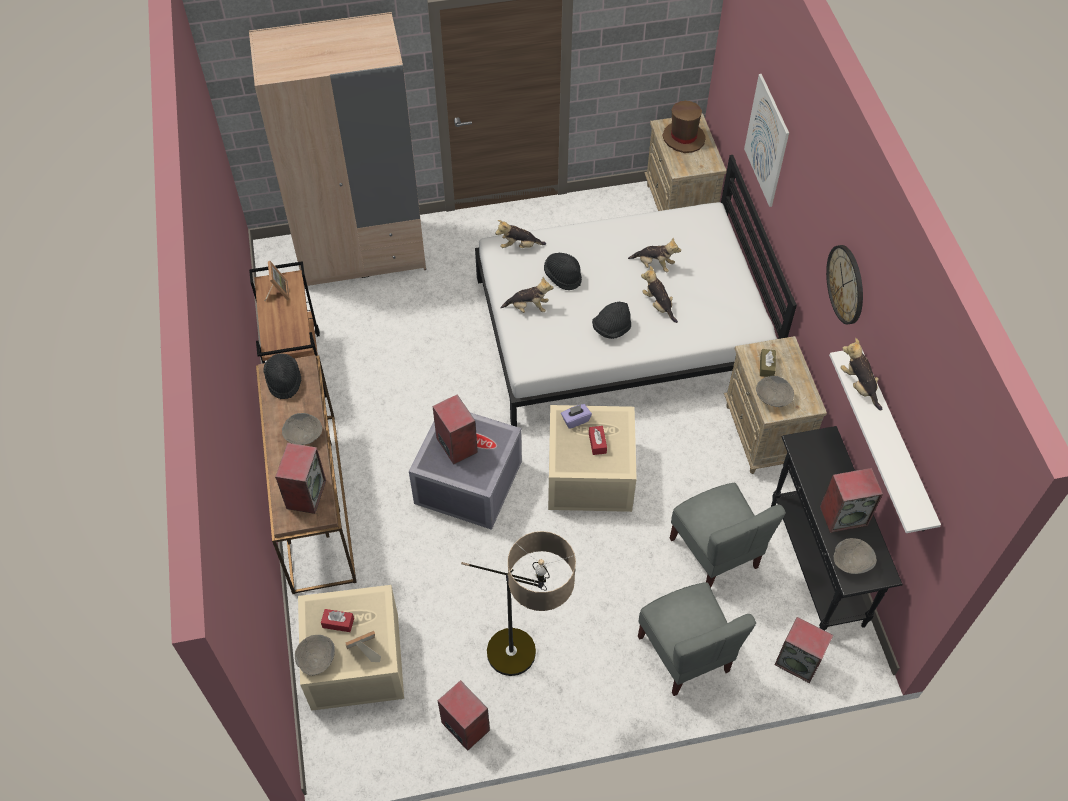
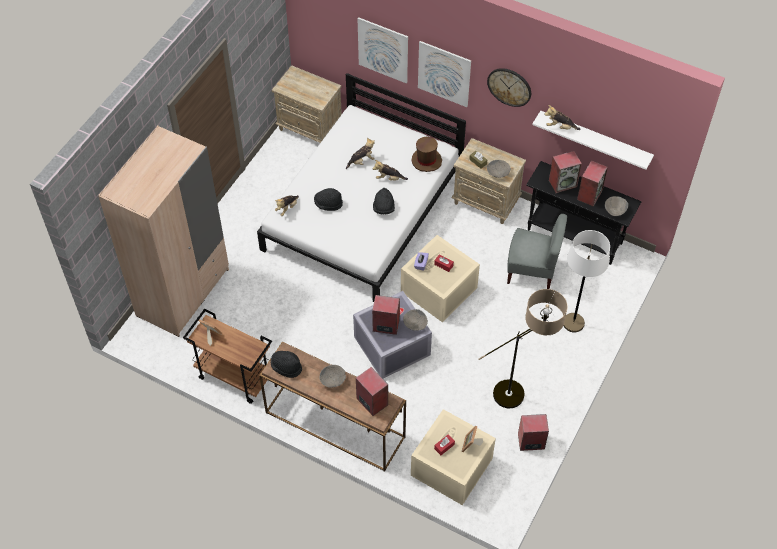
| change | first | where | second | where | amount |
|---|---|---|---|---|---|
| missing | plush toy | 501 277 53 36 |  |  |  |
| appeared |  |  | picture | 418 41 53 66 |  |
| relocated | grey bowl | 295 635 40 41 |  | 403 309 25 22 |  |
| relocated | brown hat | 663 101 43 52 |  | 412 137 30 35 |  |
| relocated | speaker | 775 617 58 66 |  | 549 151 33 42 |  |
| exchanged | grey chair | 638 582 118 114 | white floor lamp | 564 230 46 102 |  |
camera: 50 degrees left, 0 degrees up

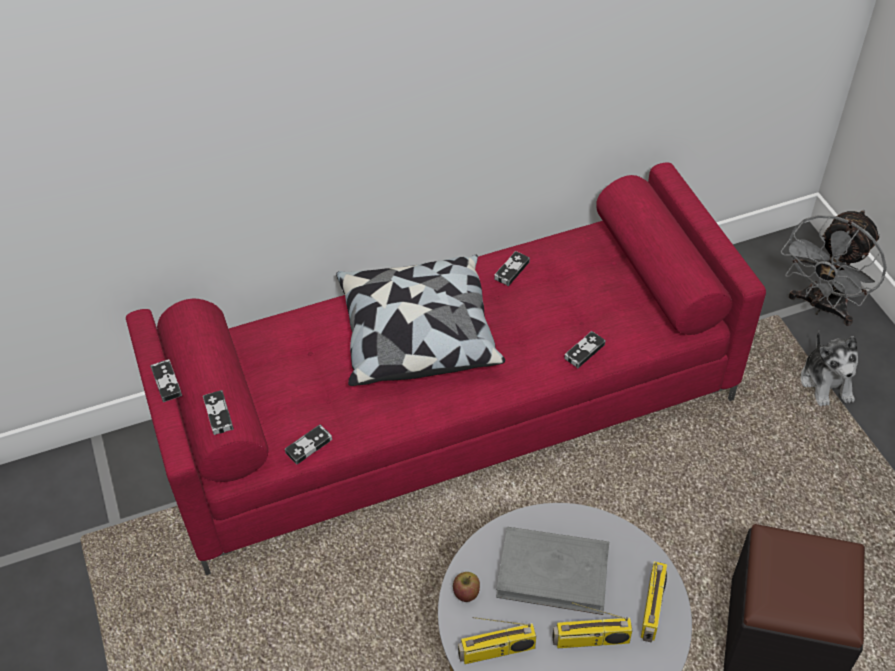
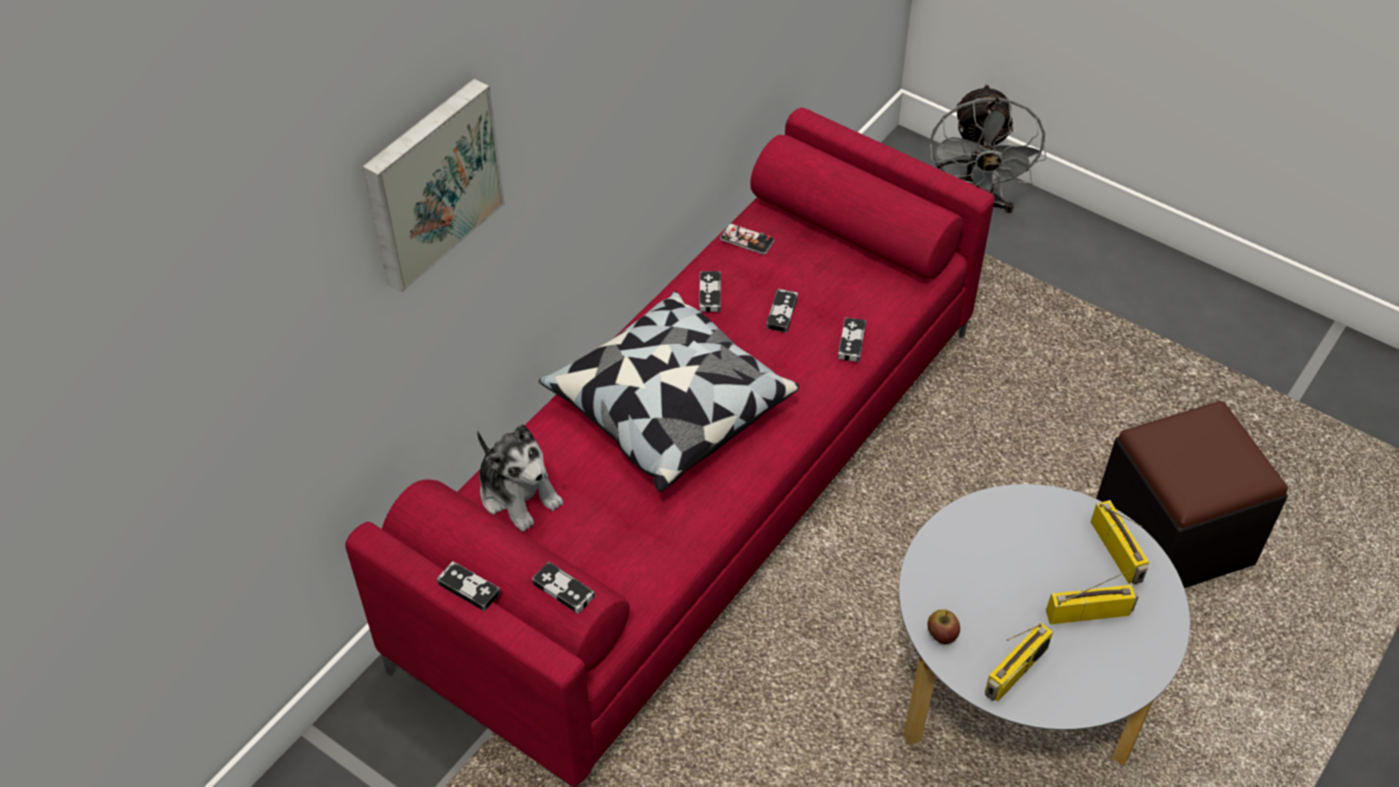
| change | first | where | second | where | amount |
|---|---|---|---|---|---|
| missing | grey book | 496 527 113 88 |  |  |  |
| appeared |  |  | picture | 362 78 143 215 |  |
| appeared |  |  | phone | 720 223 55 32 |  |
| relocated | game controller | 285 424 47 41 |  | 766 289 32 44 |  |
| relocated | plush toy | 801 331 57 75 |  | 477 424 86 108 |  |
| spun | radio | 552 602 80 46 |  | 1046 568 93 56 | 150 degrees counterclockwise |
camera: 35 degrees left, 0 degrees up

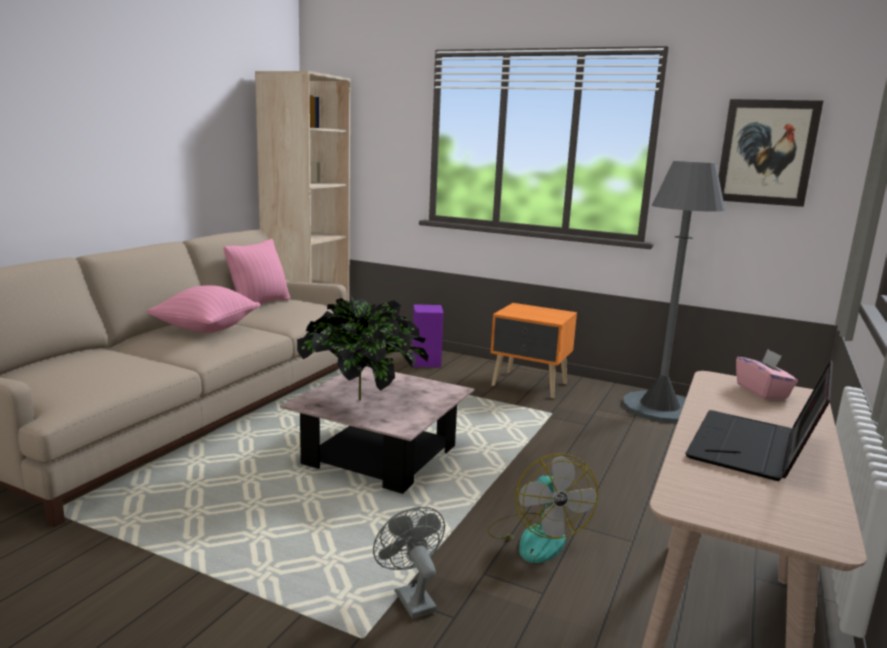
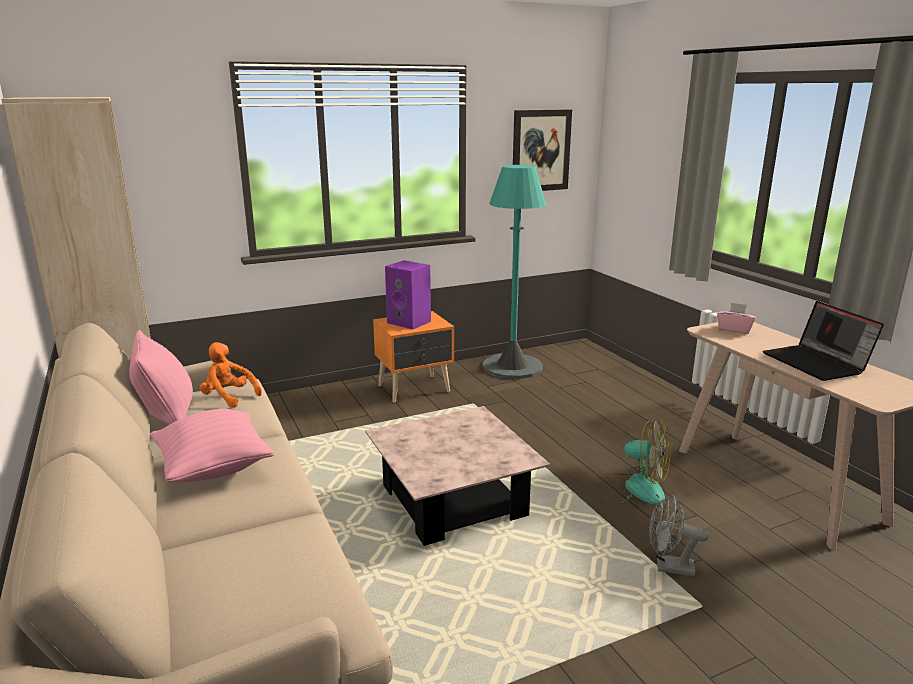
| change | first | where | second | where | amount |
|---|---|---|---|---|---|
| missing | potted plant | 297 295 132 106 |  |  |  |
| appeared |  |  | orange plush toy | 200 342 62 66 |  |
| relocated | purple speaker | 412 304 32 63 |  | 385 260 46 70 |  |
| colour | grey floor lamp | 623 161 102 262 | turquoise floor lamp | 483 165 63 214 |  |
camera: 50 degrees left, 5 degrees up

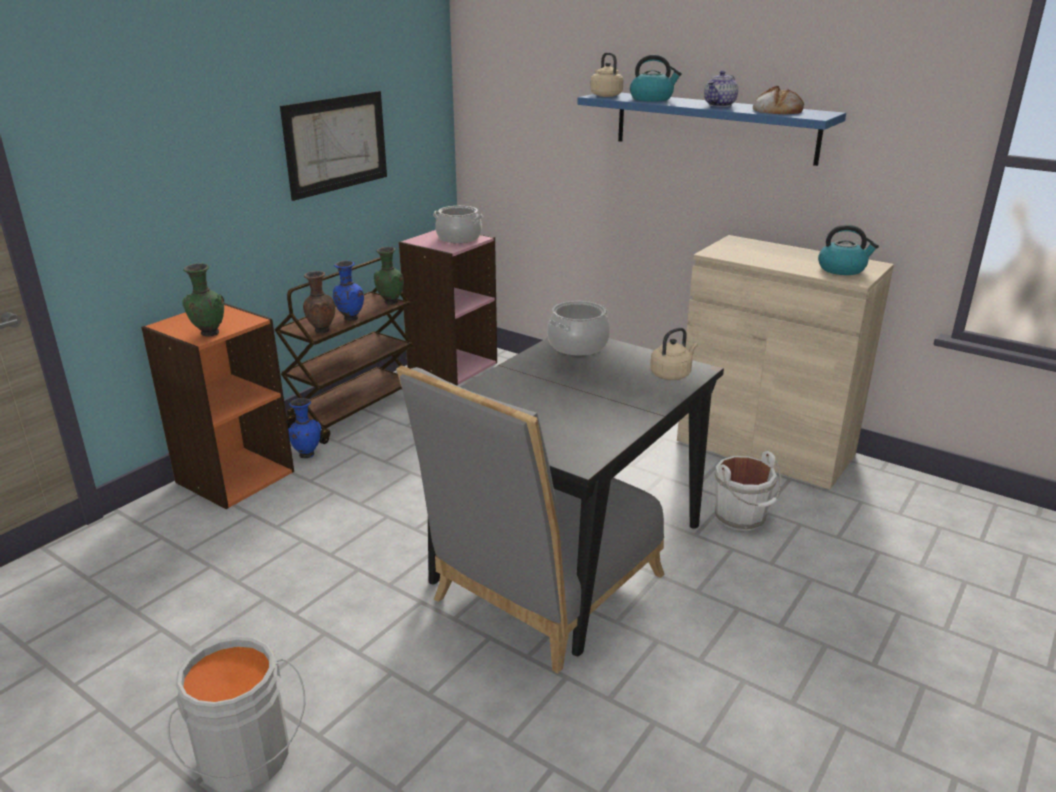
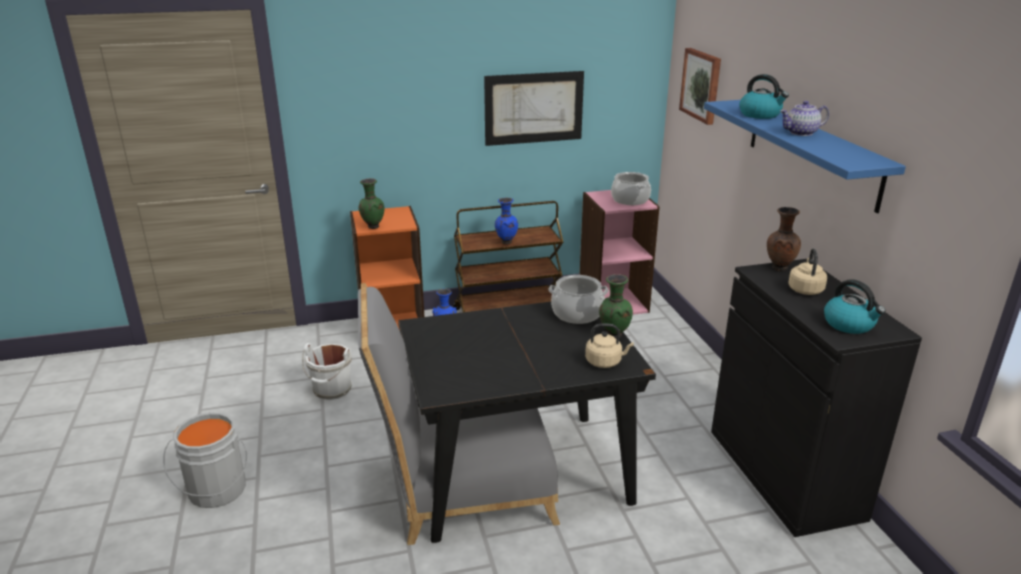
| change | first | where | second | where | amount |
|---|---|---|---|---|---|
| missing | bread | 753 86 51 28 |  |  |  |
| appeared |  |  | picture | 679 48 42 77 |  |
| relocated | brown vase | 303 271 32 63 |  | 767 207 34 64 |  |
| relocated | green vase | 374 247 30 58 |  | 599 274 34 64 |  |
| relocated | beige kettle | 590 52 33 45 |  | 788 249 39 46 |  |
| relocated | white bucket | 715 451 66 80 |  | 302 343 50 57 |  |
| colour | beige cabinet | 677 235 217 254 | black cabinet | 711 259 211 278 |  |
camera: 40 degrees right, 0 degrees up

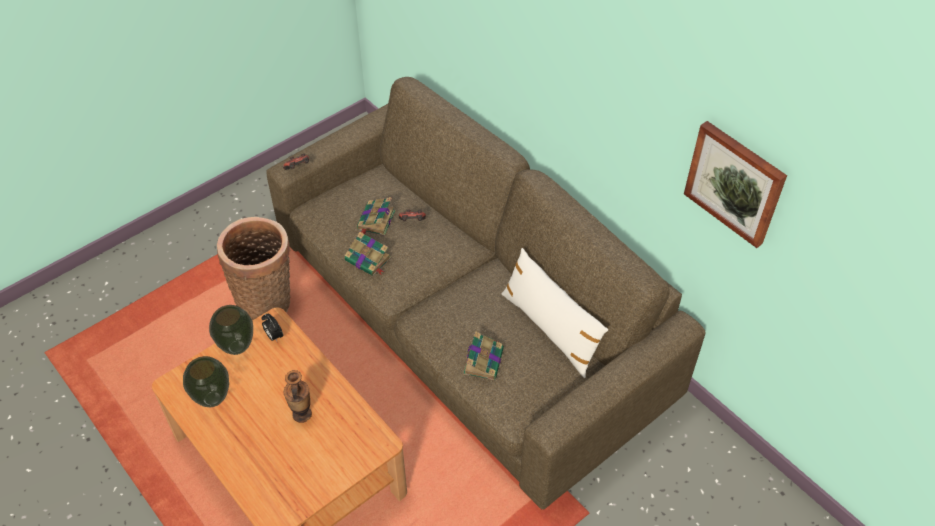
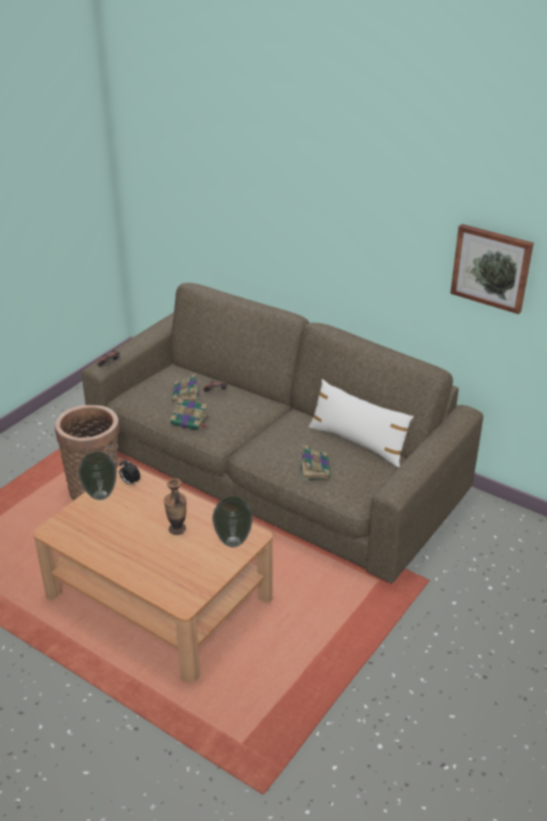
| change | first | where | second | where | amount |
|---|---|---|---|---|---|
| relocated | vase | 183 356 46 51 |  | 212 496 41 51 |  |
camera: 15 degrees left, 15 degrees down

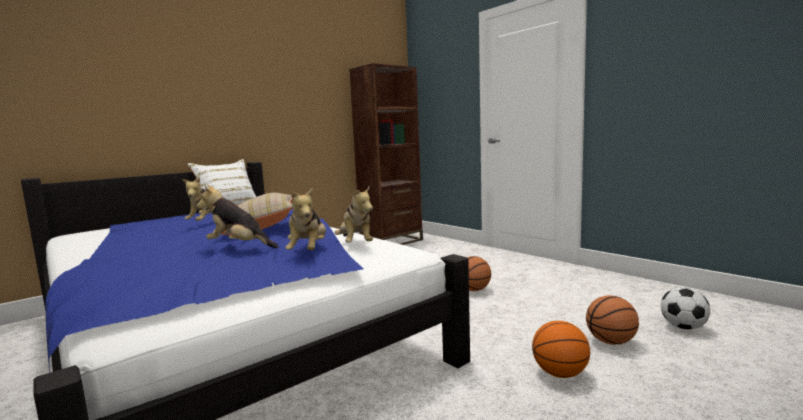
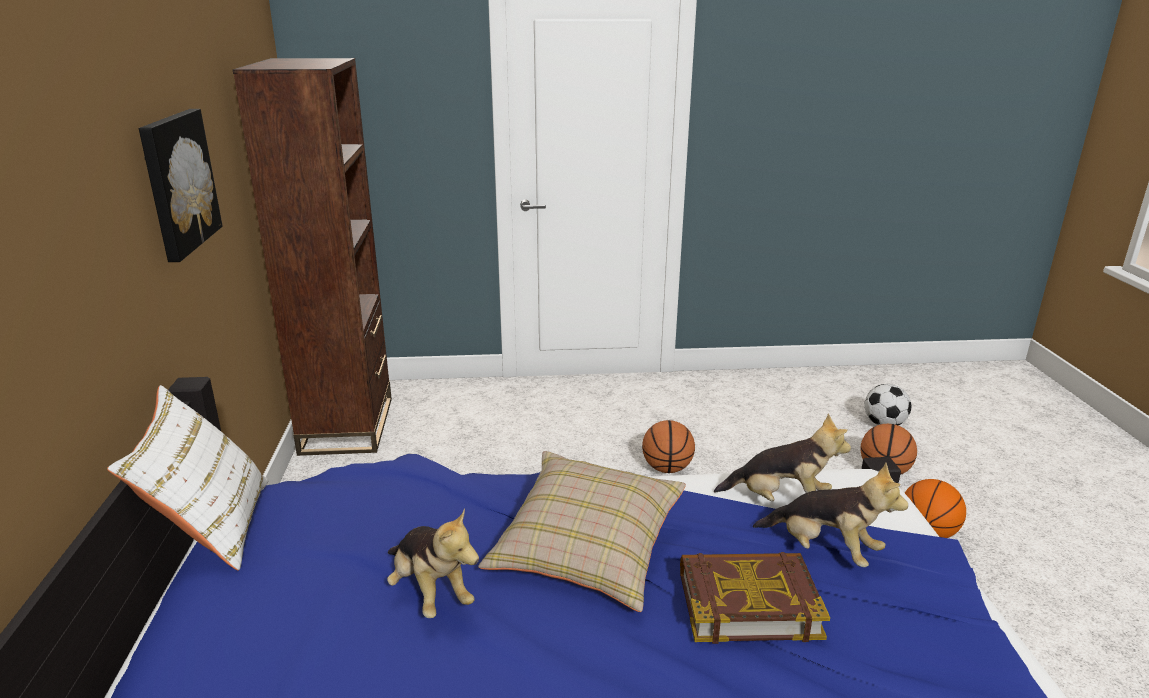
| change | first | where | second | where | amount |
|---|---|---|---|---|---|
| appeared |  |  | picture | 139 109 83 153 |  |
| exchanged | plush toy | 197 185 82 63 | book | 680 552 150 92 |  |
camera: 55 degrees left, 15 degrees up

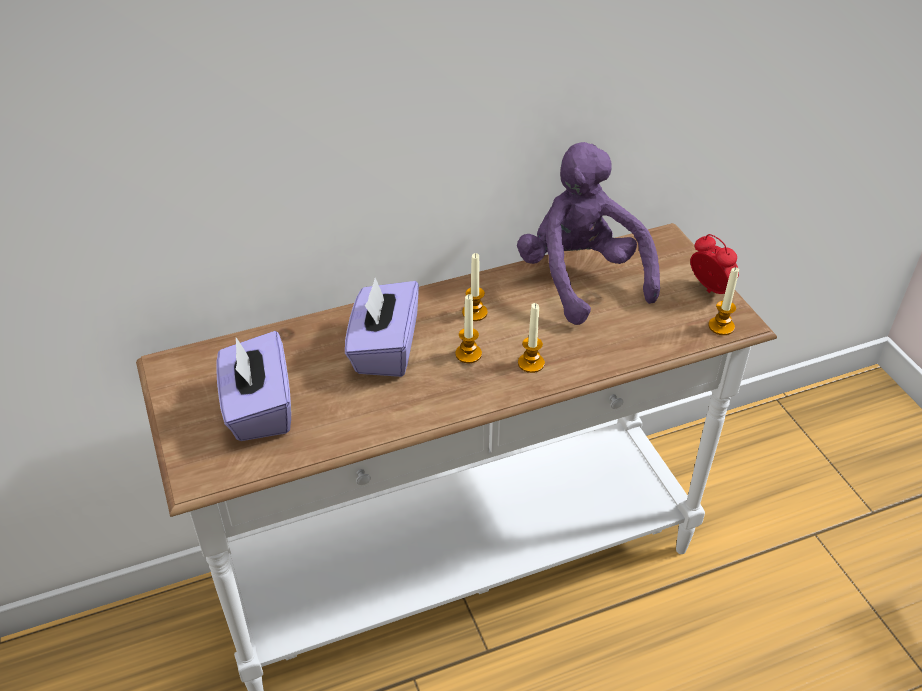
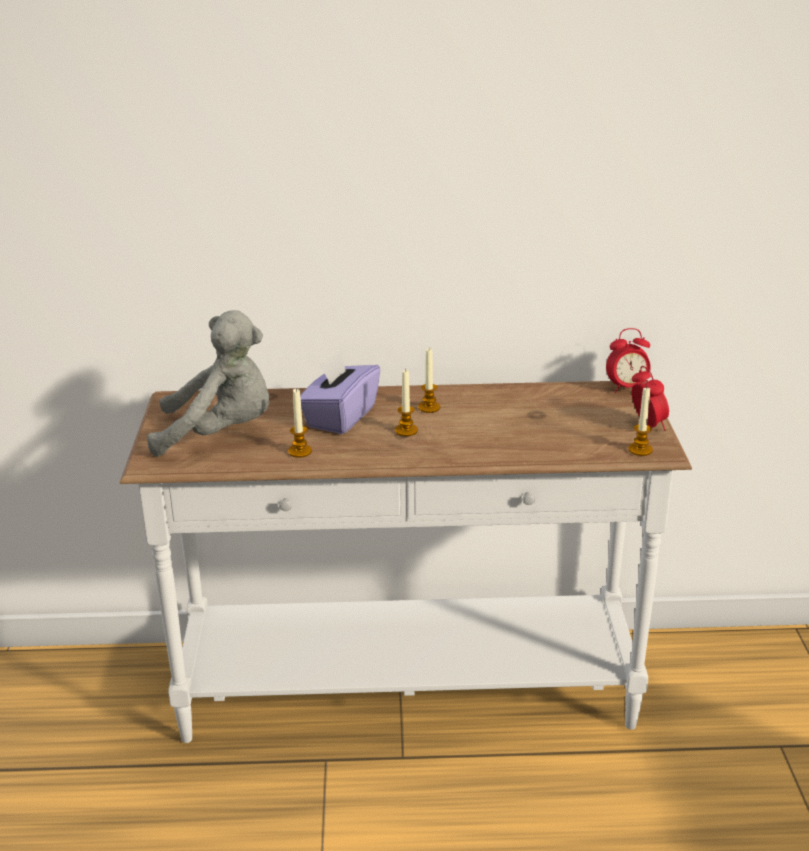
| change | first | where | second | where | amount |
|---|---|---|---|---|---|
| missing | purple plush toy | 517 142 143 183 |  |  |  |
| appeared |  |  | alarm clock | 606 328 44 65 |  |
| relocated | candle | 518 303 27 70 |  | 288 389 24 69 |  |
| exchanged | purple tissue box | 216 331 75 110 | grey plush toy | 147 310 122 147 |  |
camera: 20 degrees right, 15 degrees down

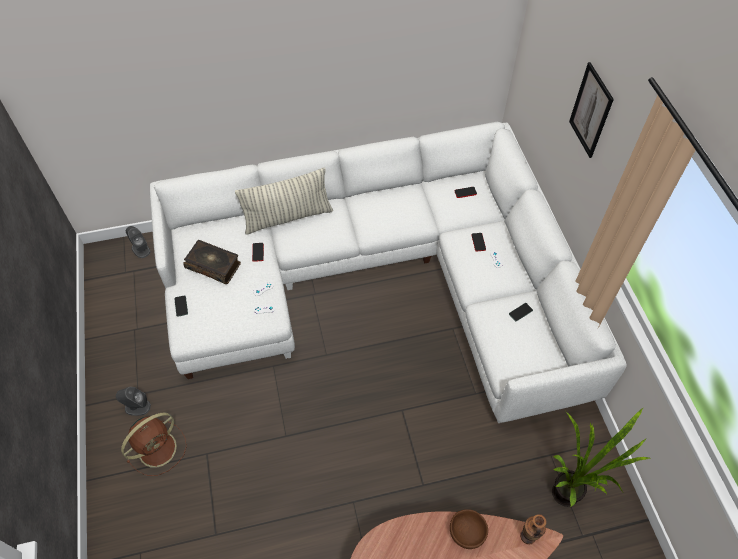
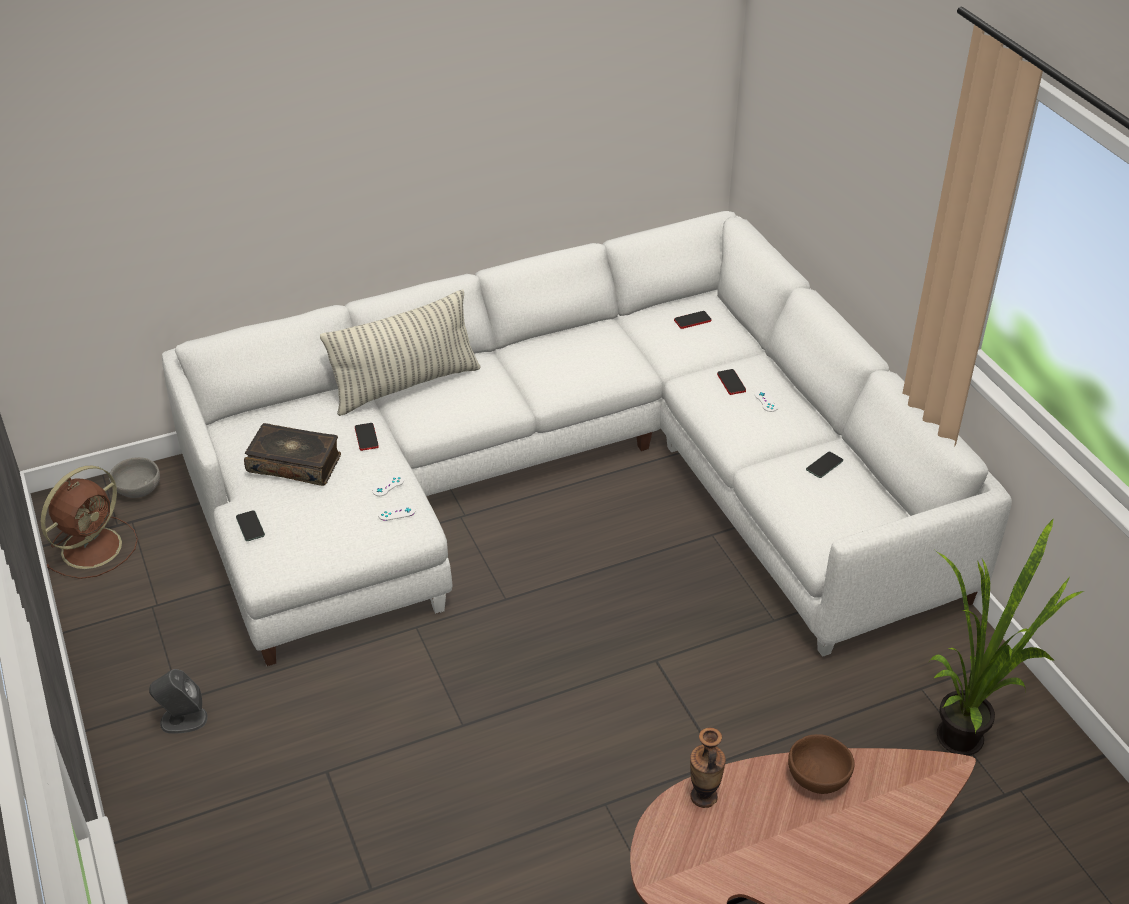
| change | first | where | second | where | amount |
|---|---|---|---|---|---|
| missing | picture | 569 62 45 96 |  |  |  |
| relocated | brown fan | 121 413 66 63 |  | 41 465 97 114 |  |
| relocated | vase | 520 514 27 31 |  | 690 727 36 81 |  |
| exchanged | grey speaker | 126 226 24 32 | grey bowl | 109 457 51 41 |  |
camera: 10 degrees left, 15 degrees down

